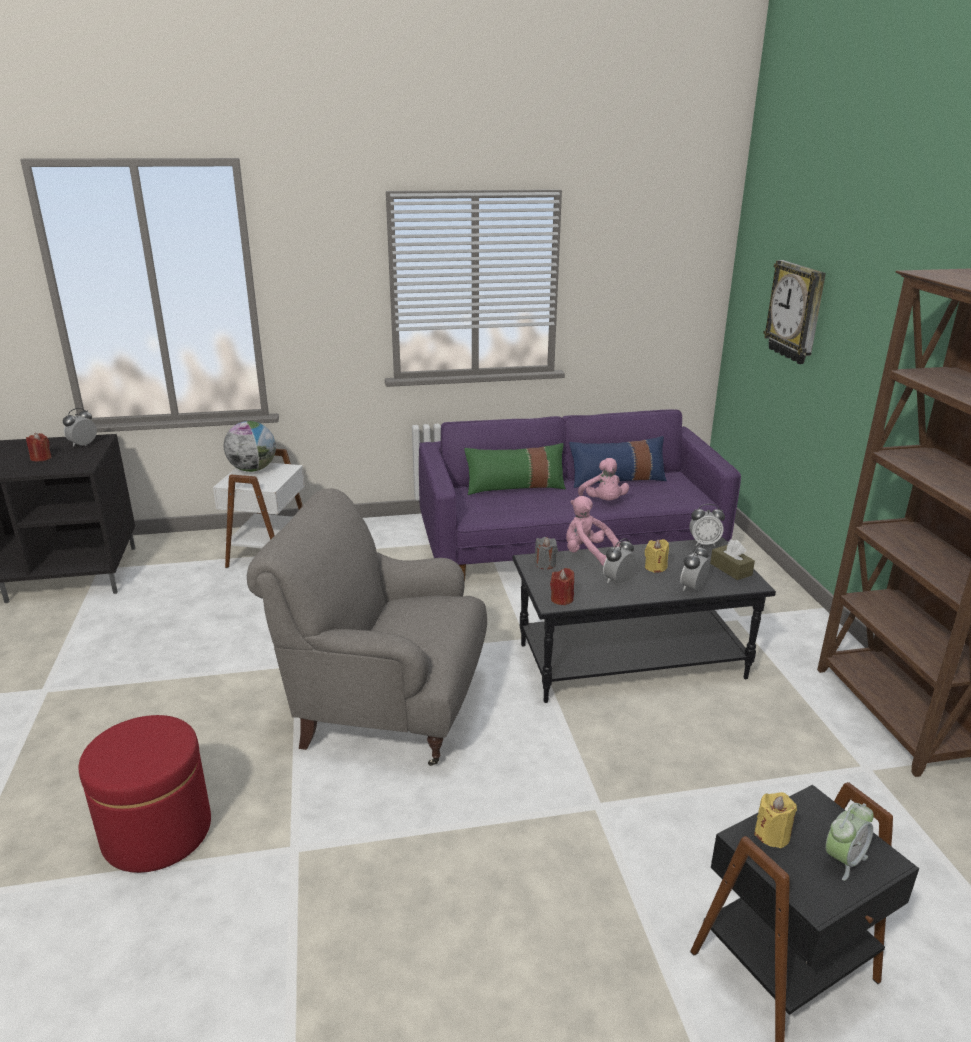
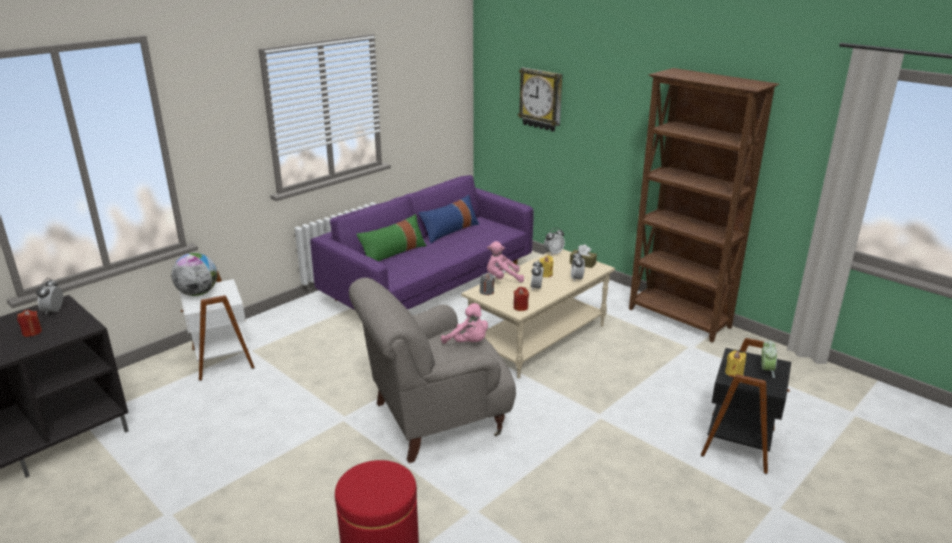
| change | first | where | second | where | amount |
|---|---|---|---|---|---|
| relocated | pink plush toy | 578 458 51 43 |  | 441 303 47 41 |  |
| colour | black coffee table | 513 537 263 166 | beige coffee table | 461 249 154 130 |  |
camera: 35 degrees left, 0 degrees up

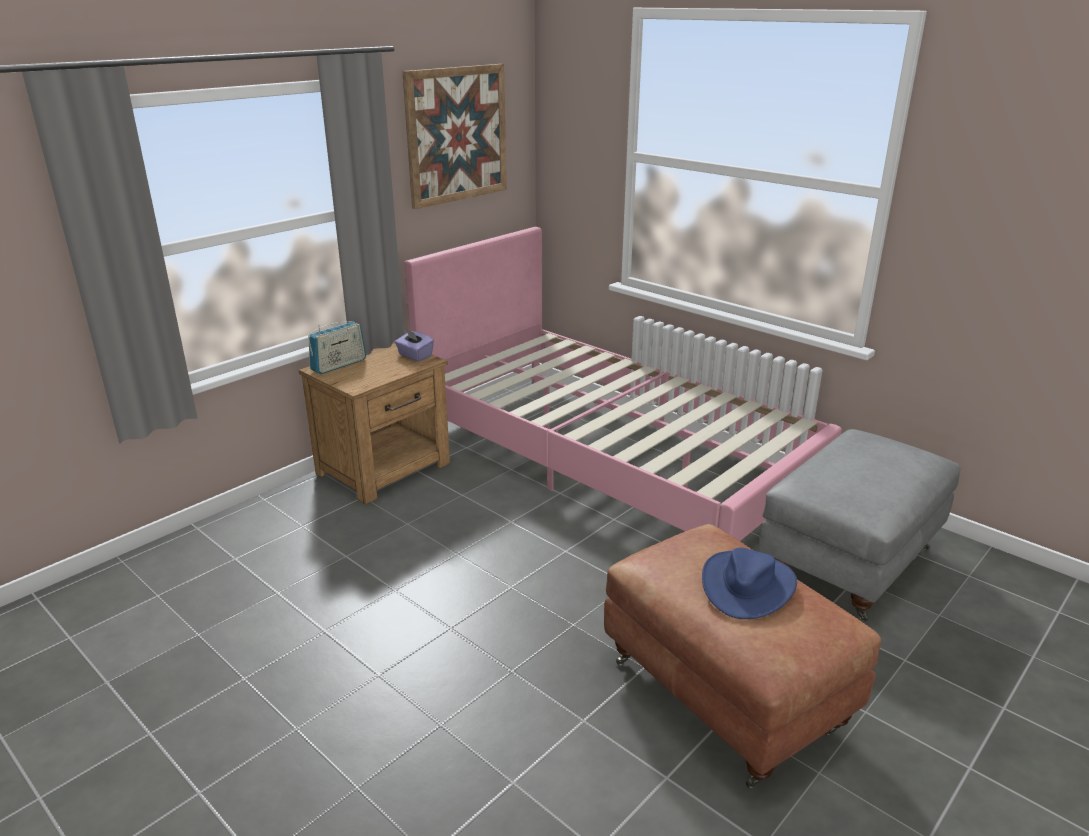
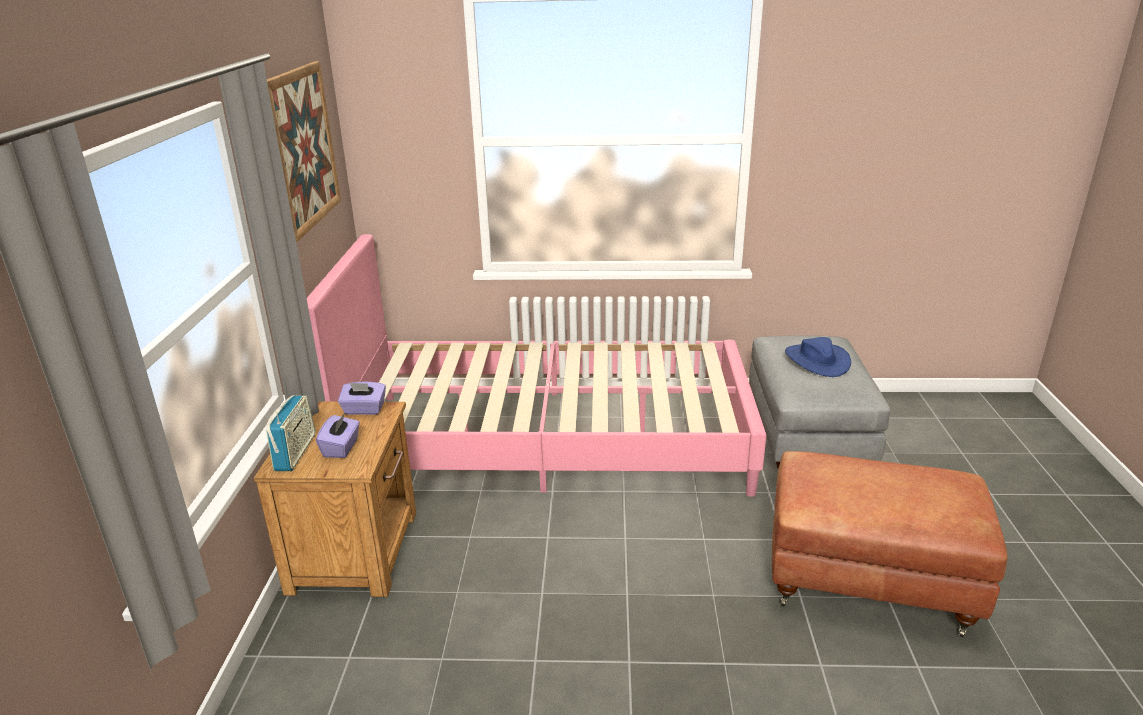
| change | first | where | second | where | amount |
|---|---|---|---|---|---|
| appeared |  |  | purple tissue box | 316 413 44 45 |  |
| relocated | blue hat | 702 548 95 71 |  | 785 337 66 40 |  |
camera: 40 degrees left, 0 degrees up

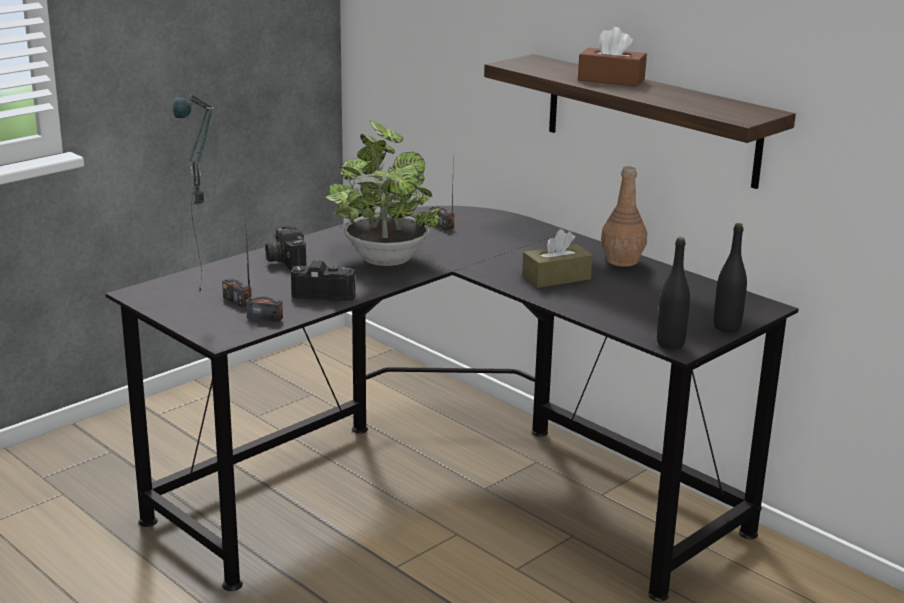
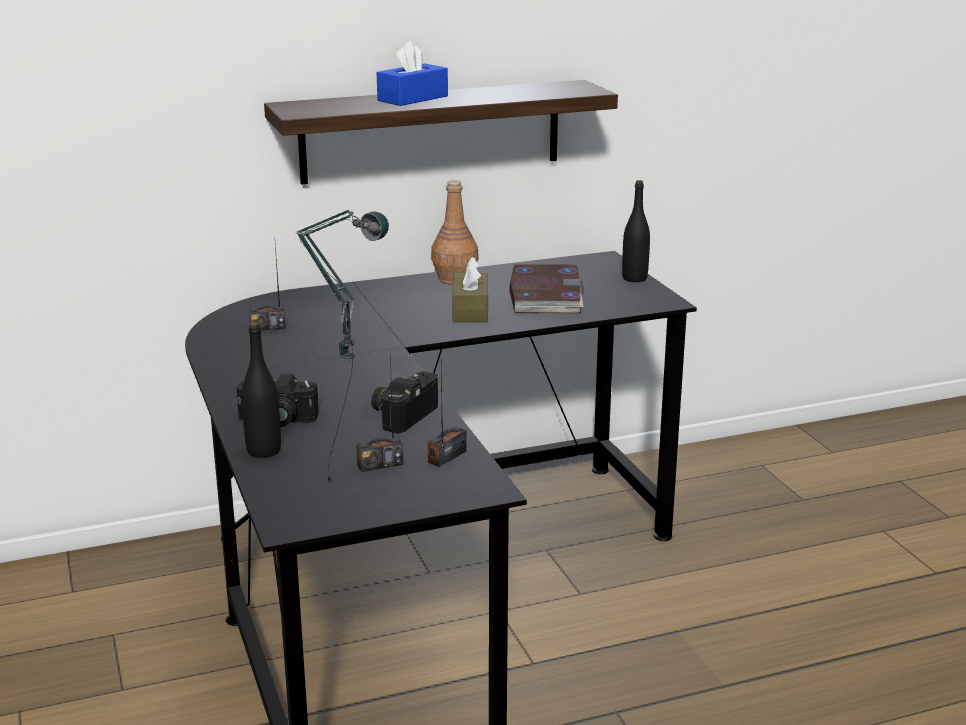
| change | first | where | second | where | amount |
|---|---|---|---|---|---|
| missing | potted plant | 326 120 117 146 |  |  |  |
| appeared |  |  | book | 510 264 74 50 |  |
| relocated | black bottle | 657 237 33 112 |  | 241 322 40 136 |  |
| colour | brown tissue box | 578 27 69 60 | blue tissue box | 377 41 71 65 |  |
camera: 65 degrees left, 0 degrees up

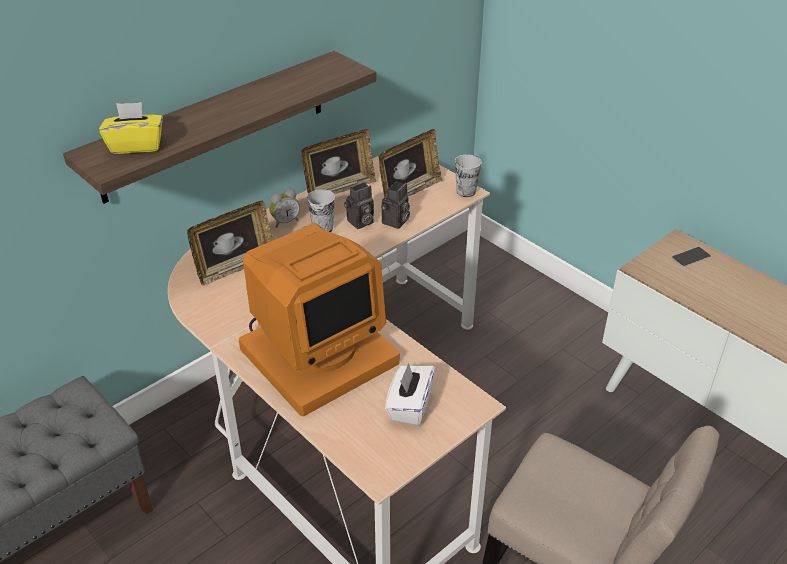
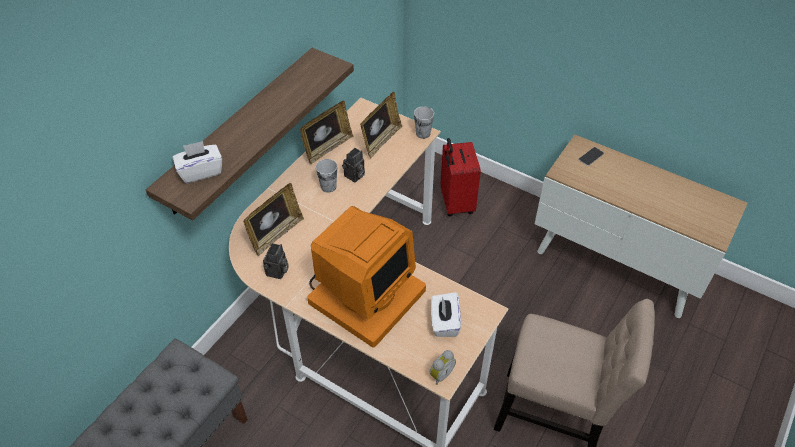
| change | first | where | second | where | amount |
|---|---|---|---|---|---|
| appeared |  |  | red suitcase | 440 138 41 78 |  |
| relocated | alarm clock | 269 189 31 39 |  | 430 350 26 35 |  |
| relocated | photo camera | 381 181 29 48 |  | 263 243 26 36 |  |
| colour | yellow tissue box | 99 102 64 52 | white tissue box | 173 141 49 42 |  |
camera: 15 degrees left, 10 degrees up

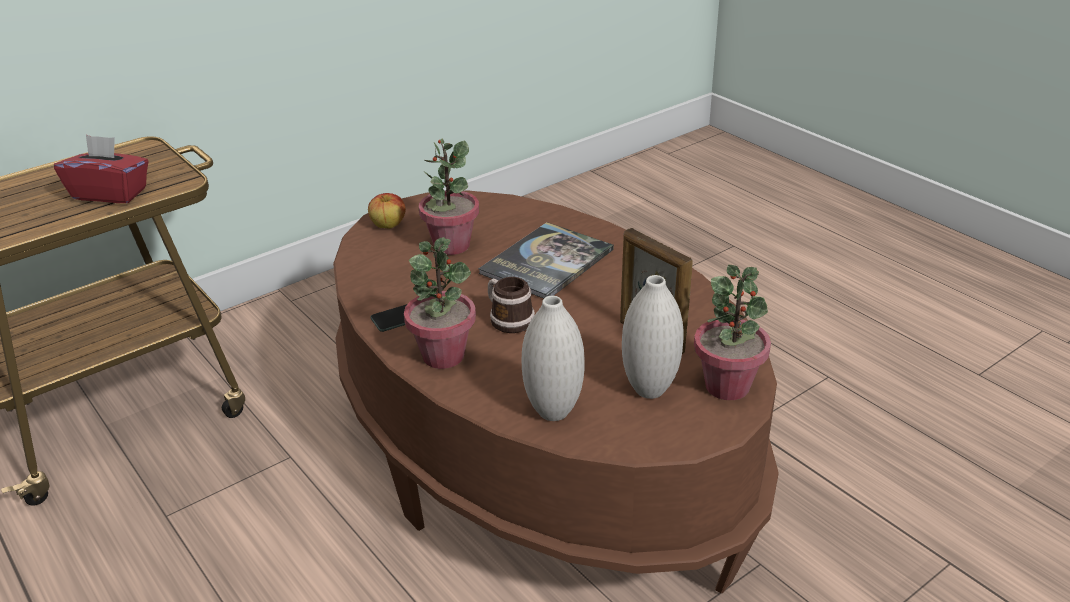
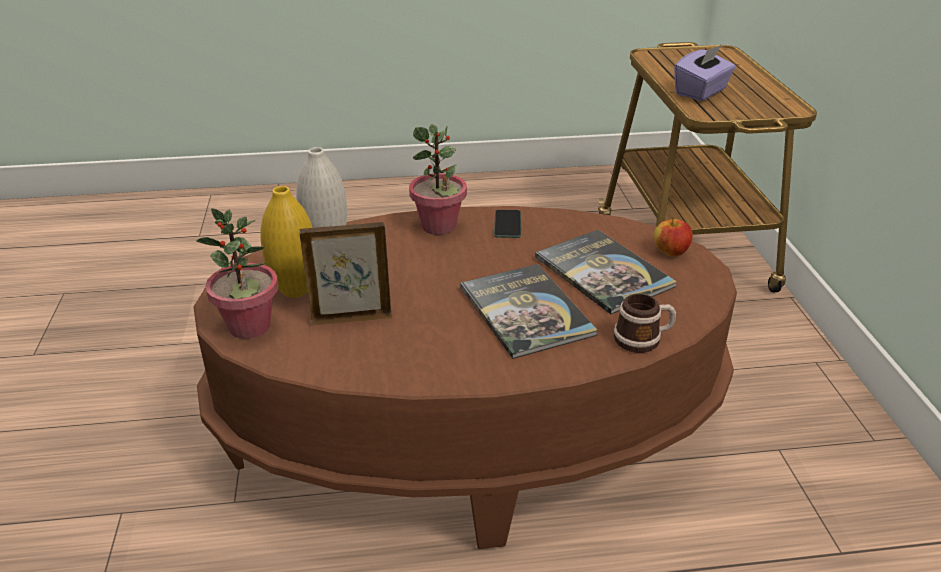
| change | first | where | second | where | amount |
|---|---|---|---|---|---|
| relocated | mug | 488 277 47 56 |  | 614 294 62 59 |  |
| exchanged | potted plant | 419 138 60 117 | book | 535 230 142 84 |  |
| colour | red tissue box | 54 135 94 68 | purple tissue box | 674 45 62 56 |  |
| colour | white vase | 622 275 62 124 | yellow vase | 260 186 53 112 |  |
camera: 120 degrees right, 0 degrees up

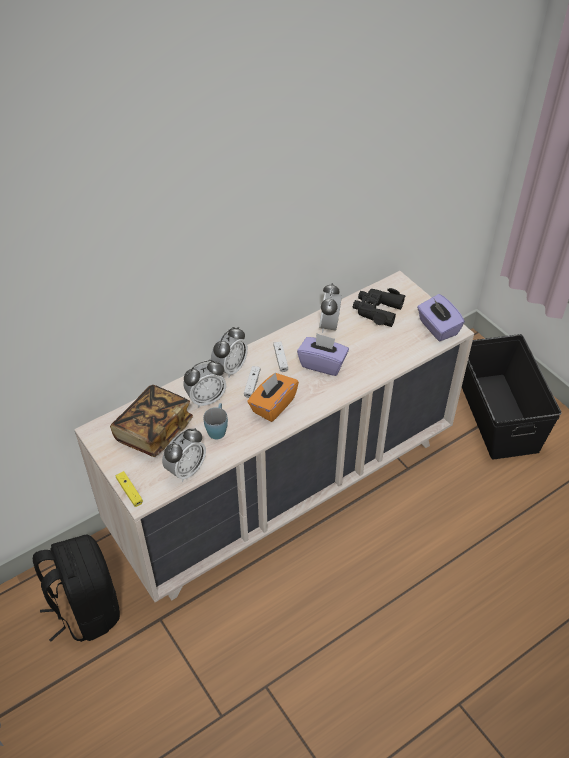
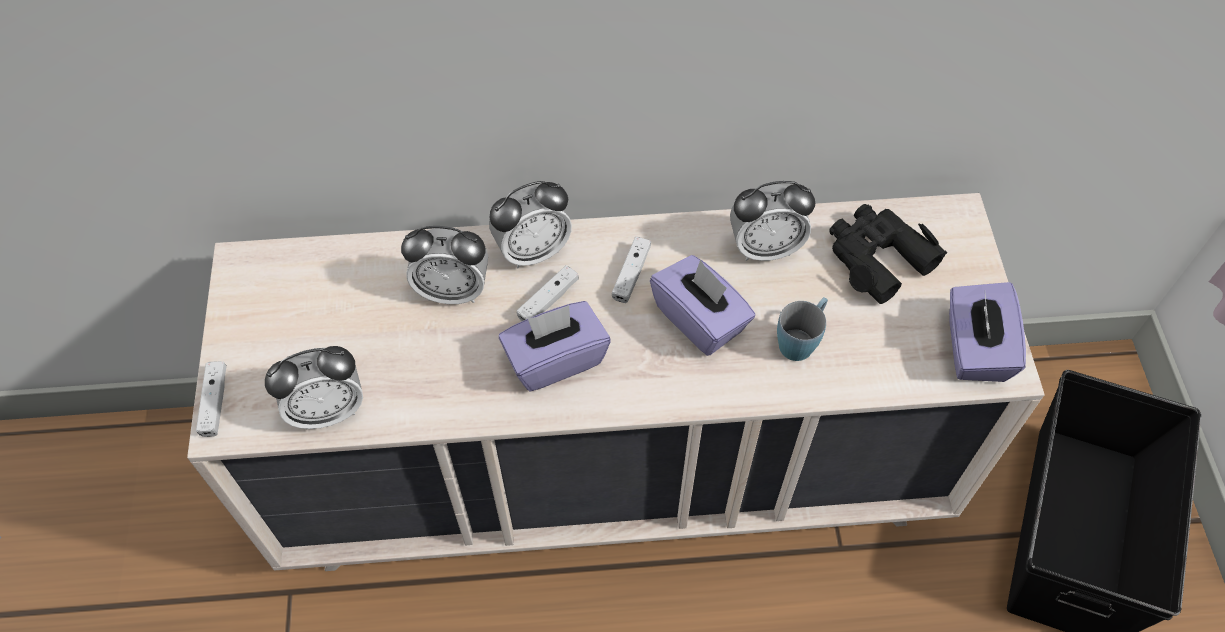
| change | first | where | second | where | amount |
|---|---|---|---|---|---|
| missing | black backpack | 33 534 87 108 |  |  |  |
| missing | book | 110 385 83 72 |  |  |  |
| relocated | blue mug | 203 403 25 36 |  | 777 297 51 64 |  |
| colour | yellow game controller | 116 471 27 36 | white game controller | 196 361 31 76 |  |
| colour | orange tissue box | 247 372 52 50 | purple tissue box | 499 301 112 90 |  |
| spun | alarm clock | 319 283 23 50 |  | 730 181 85 80 | 135 degrees counterclockwise |
camera: 30 degrees right, 10 degrees up

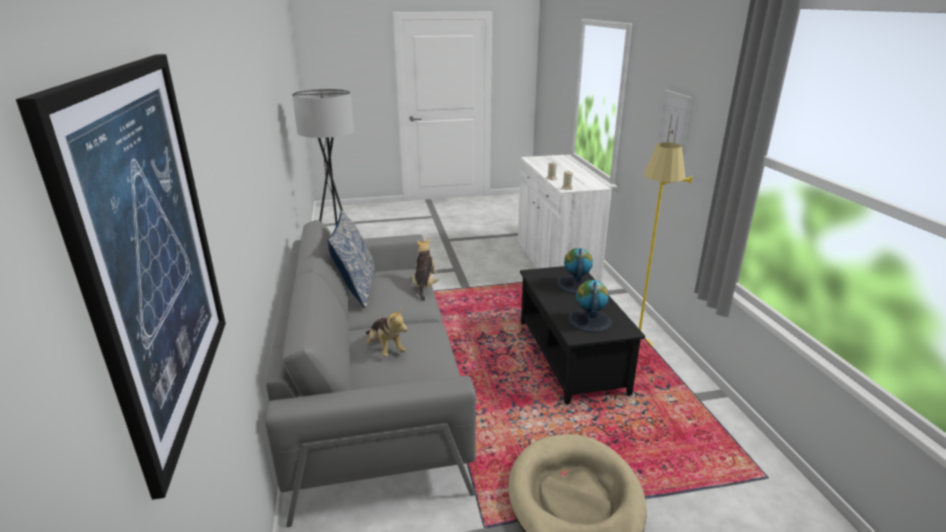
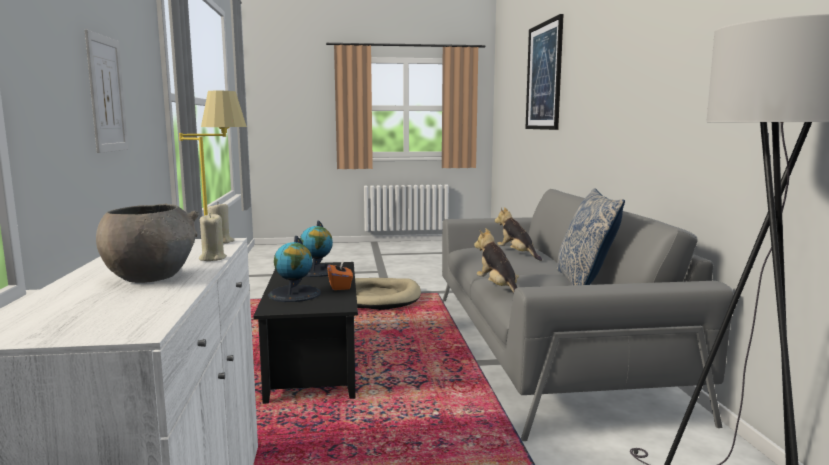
| change | first | where | second | where | amount |
|---|---|---|---|---|---|
| appeared |  |  | grey bowl | 96 204 103 79 |  |
| appeared |  |  | orange tissue box | 327 260 26 30 |  |
| spun | plush toy | 413 238 25 63 |  | 474 228 45 65 | 150 degrees clockwise |
camera: 175 degrees left, 15 degrees down

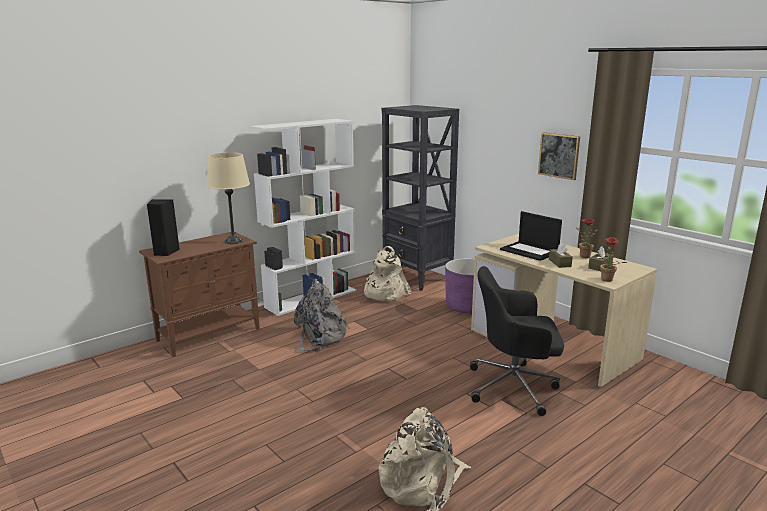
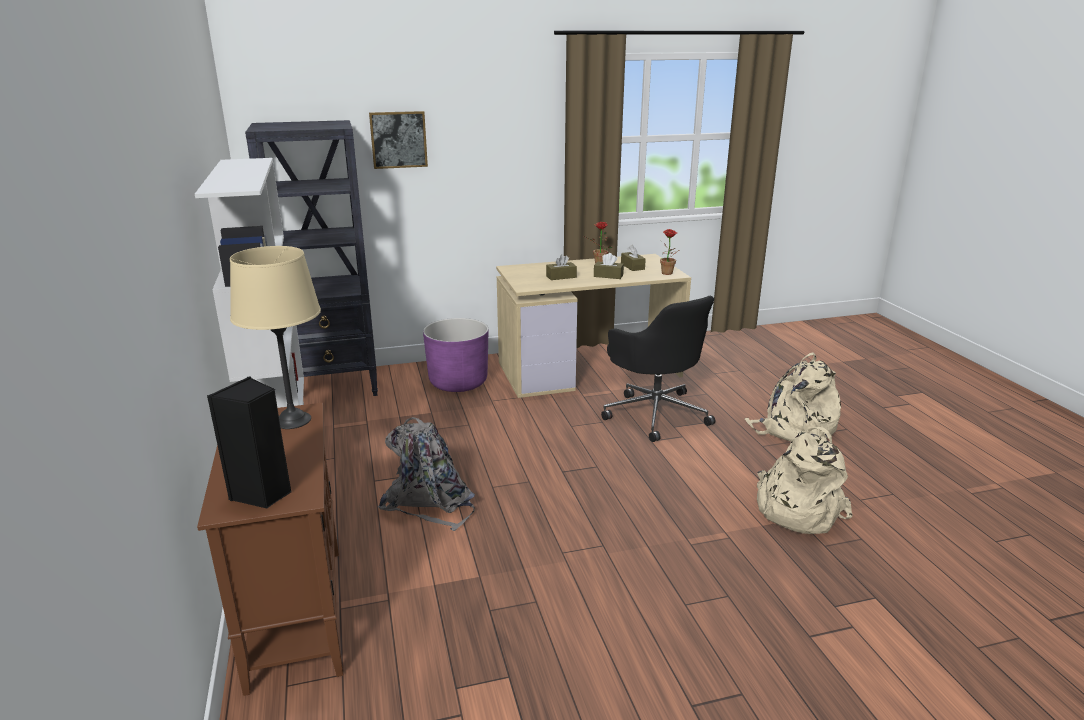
| change | first | where | second | where | amount |
|---|---|---|---|---|---|
| relocated | beige backpack | 364 246 47 55 |  | 744 352 97 90 |  |
| relocated | picture | 538 132 42 48 |  | 369 111 59 58 |  |
| exchanged | laptop | 500 211 62 50 | brown tissue box | 546 254 31 26 |  |
| spun | black office chair | 470 266 94 150 |  | 601 296 114 146 | 60 degrees counterclockwise |
camera: 65 degrees left, 5 degrees up

